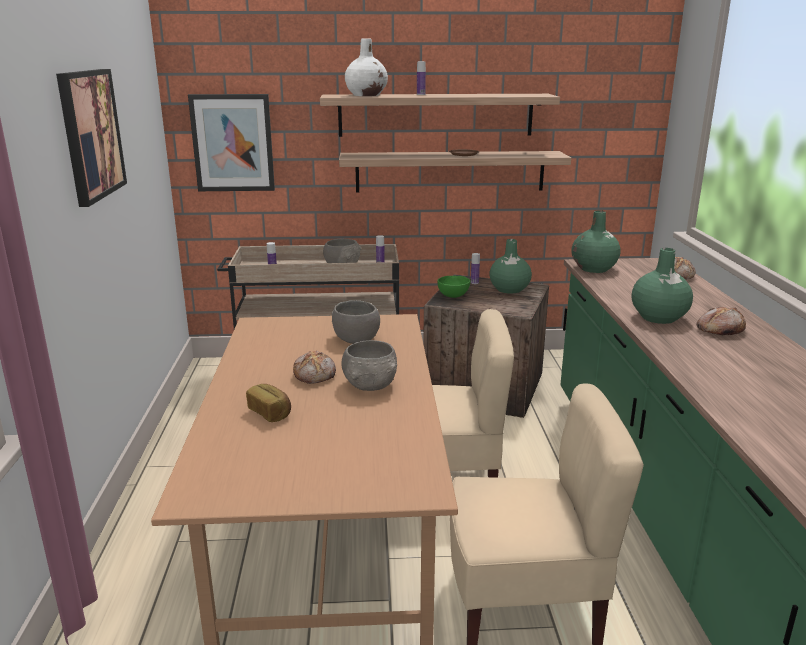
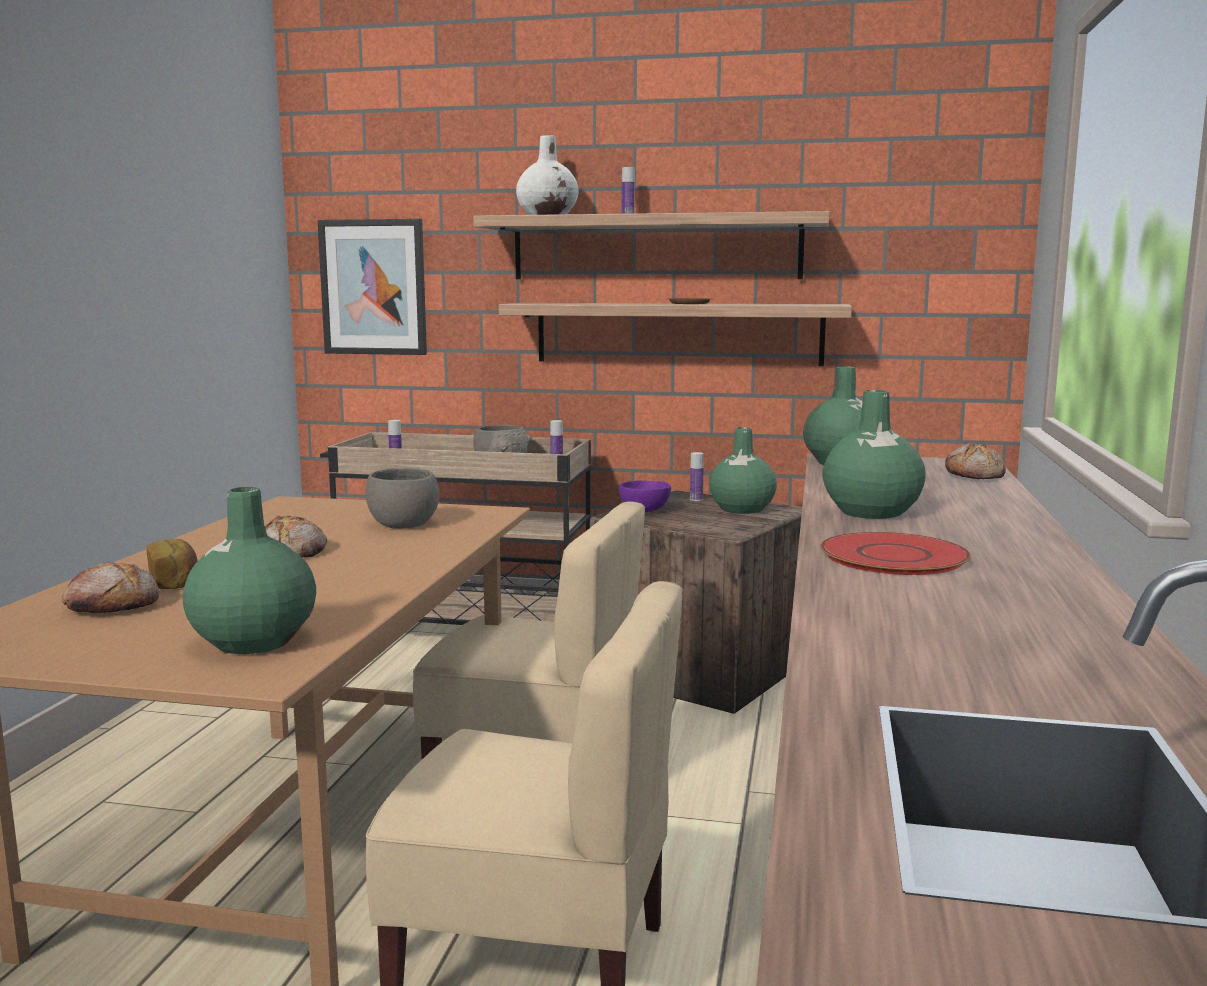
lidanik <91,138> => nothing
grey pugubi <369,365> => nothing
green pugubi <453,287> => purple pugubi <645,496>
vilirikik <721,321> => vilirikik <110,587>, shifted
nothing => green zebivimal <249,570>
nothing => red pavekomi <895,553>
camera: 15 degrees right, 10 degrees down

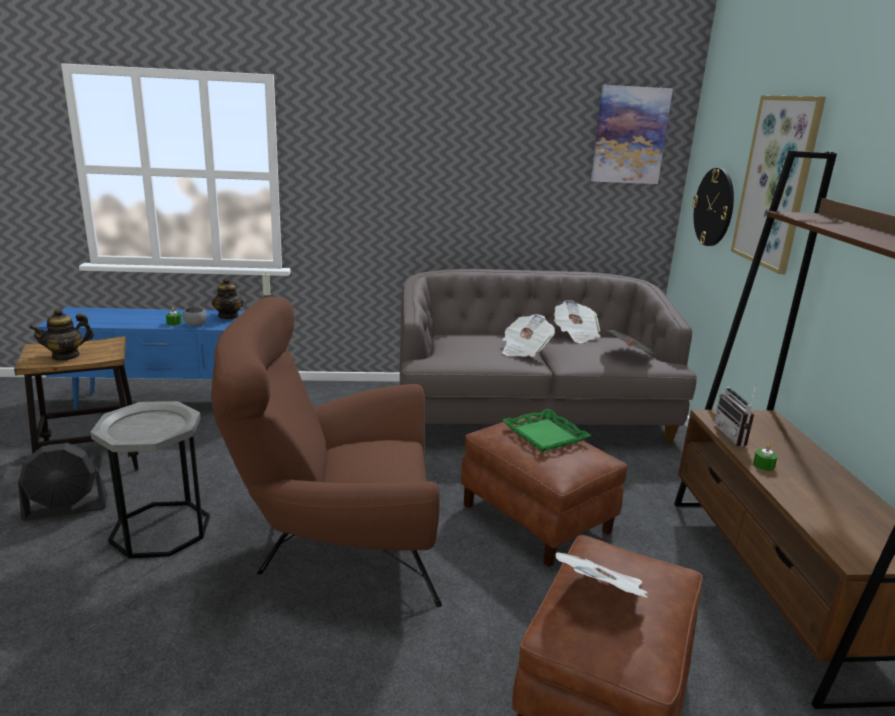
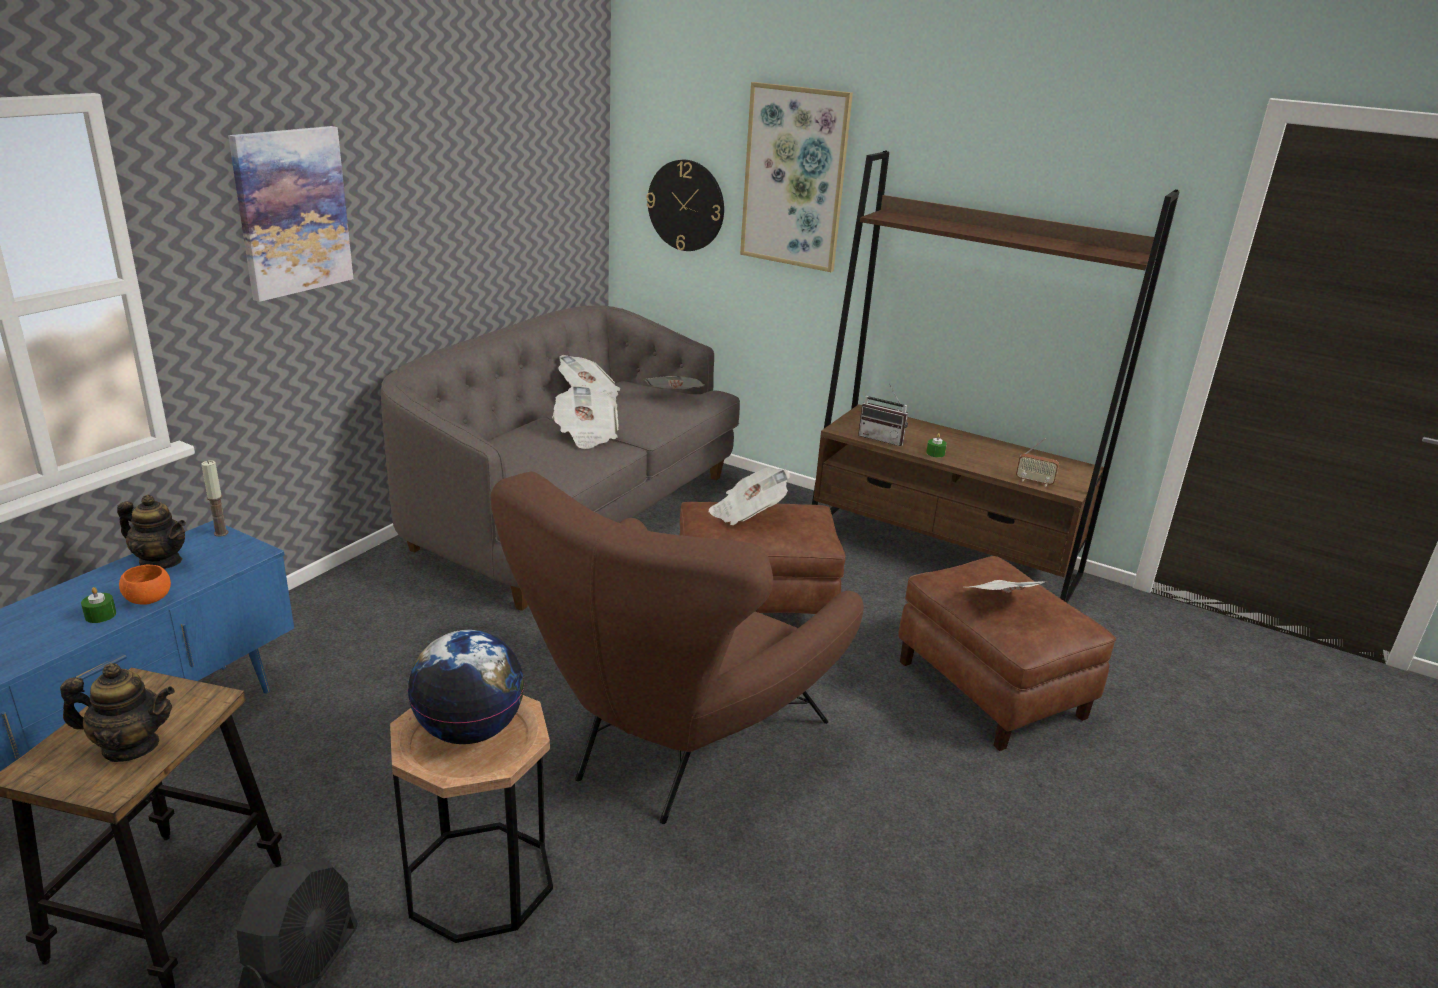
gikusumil <61,334> => gikusumil <117,712>, 90 degrees counterclockwise
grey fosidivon <150,479> => brown fosidivon <471,819>
grey pugubi <194,316> => orange pugubi <145,584>
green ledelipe <547,430> => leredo <750,496>
lidanik <632,134> => lidanik <290,214>, shifted
nothing => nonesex <466,687>
nothing => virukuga <1037,462>
camera: 55 degrees left, 5 degrees up

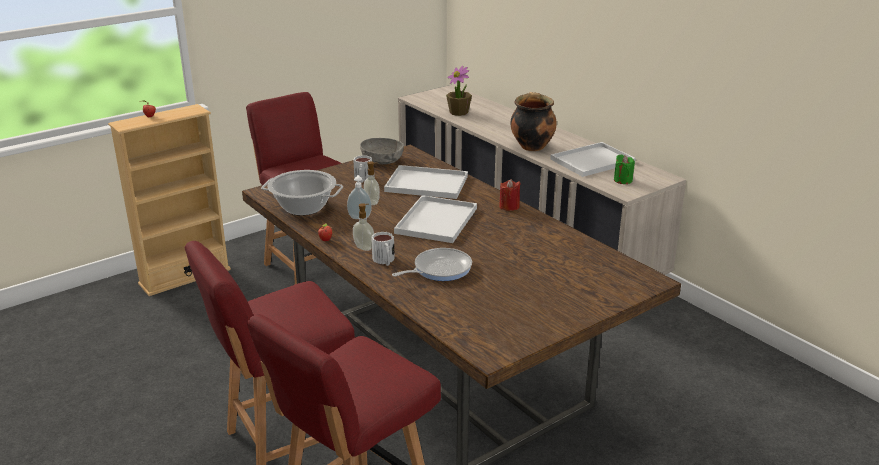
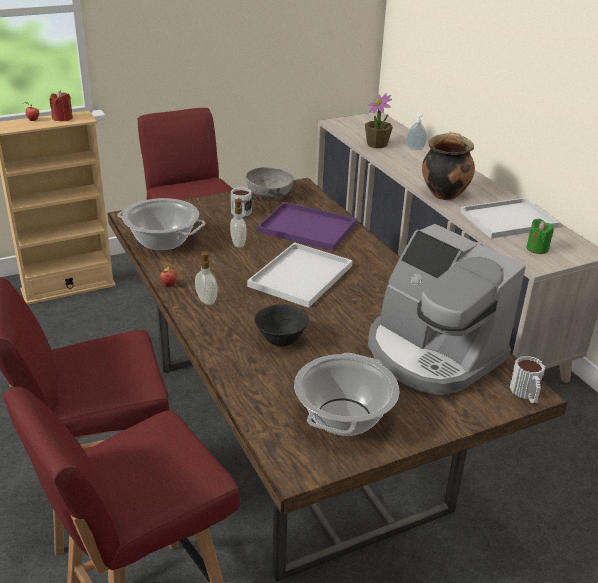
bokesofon <359,197> => bokesofon <416,131>, shifted
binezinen <383,249> => binezinen <527,379>, shifted
white ledelipe <426,182> => purple ledelipe <307,226>
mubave <432,264> => black pugubi <281,325>
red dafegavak <510,195> => red dafegavak <61,106>, shifted
nothing => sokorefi <347,394>
nothing => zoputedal <447,309>
camera: 10 degrees right, 5 degrees up

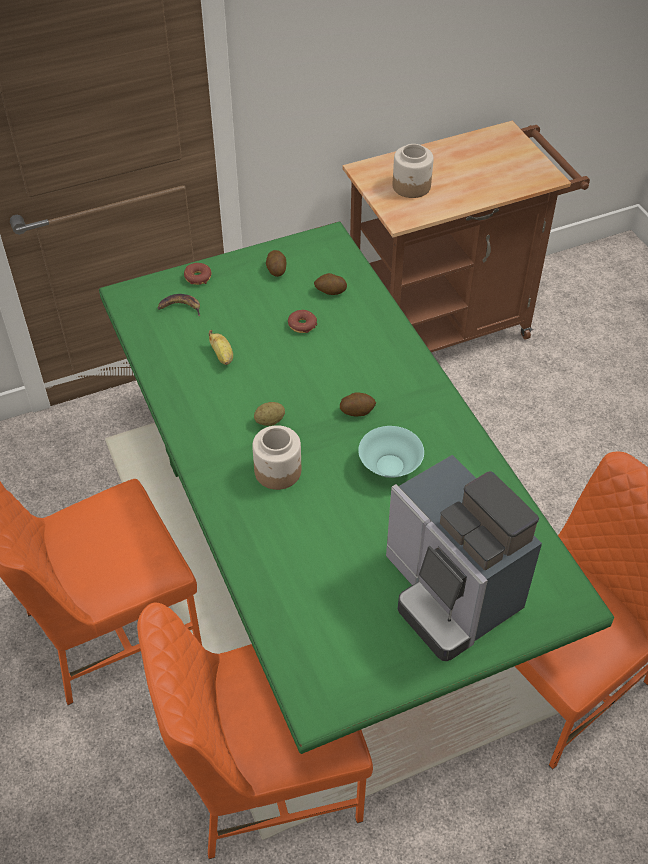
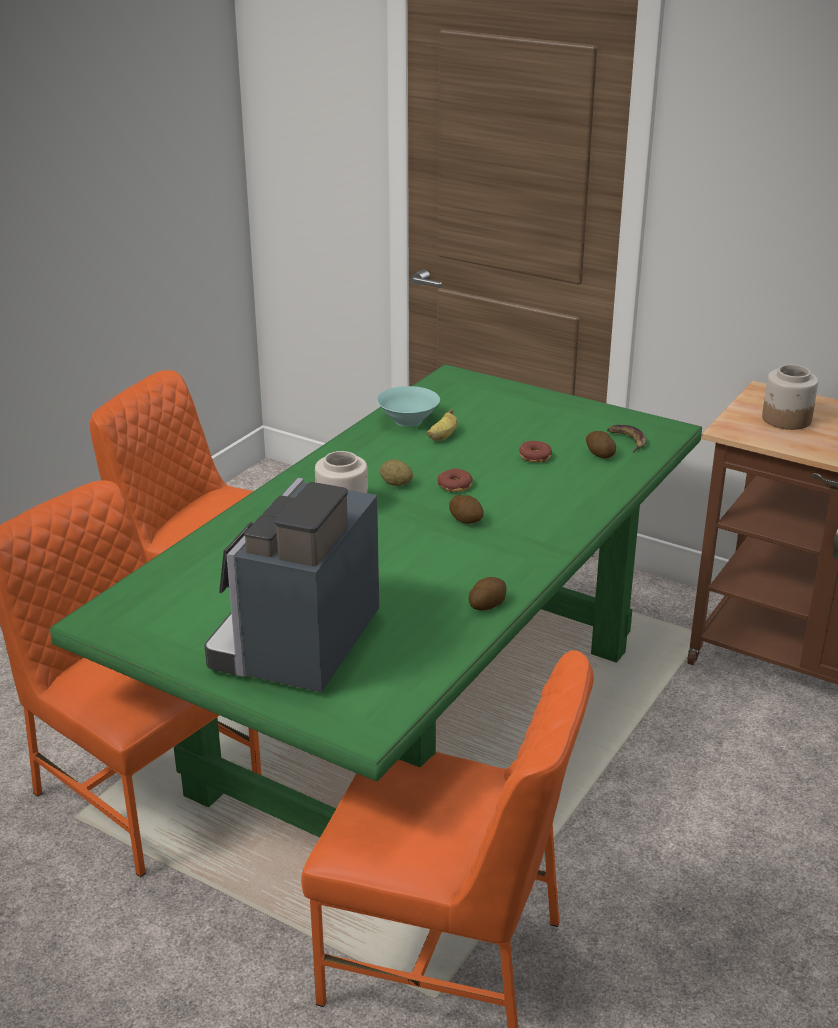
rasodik <179,305> => rasodik <627,439>, shifted
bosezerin <198,274> => bosezerin <455,480>, shifted
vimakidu <276,263> => vimakidu <487,593>, shifted
turquoise pugubi <391,452> => turquoise pugubi <408,406>, shifted
camera: 55 degrees right, 20 degrees down

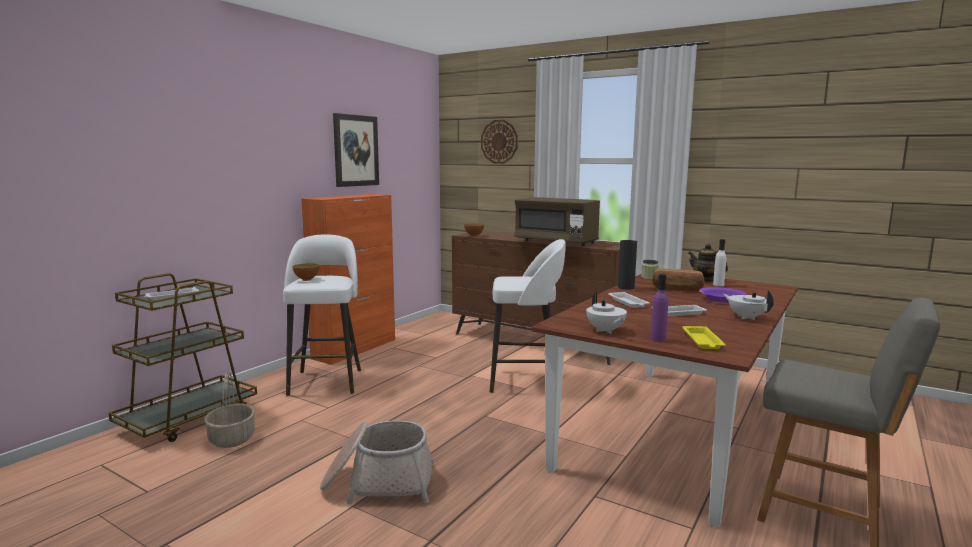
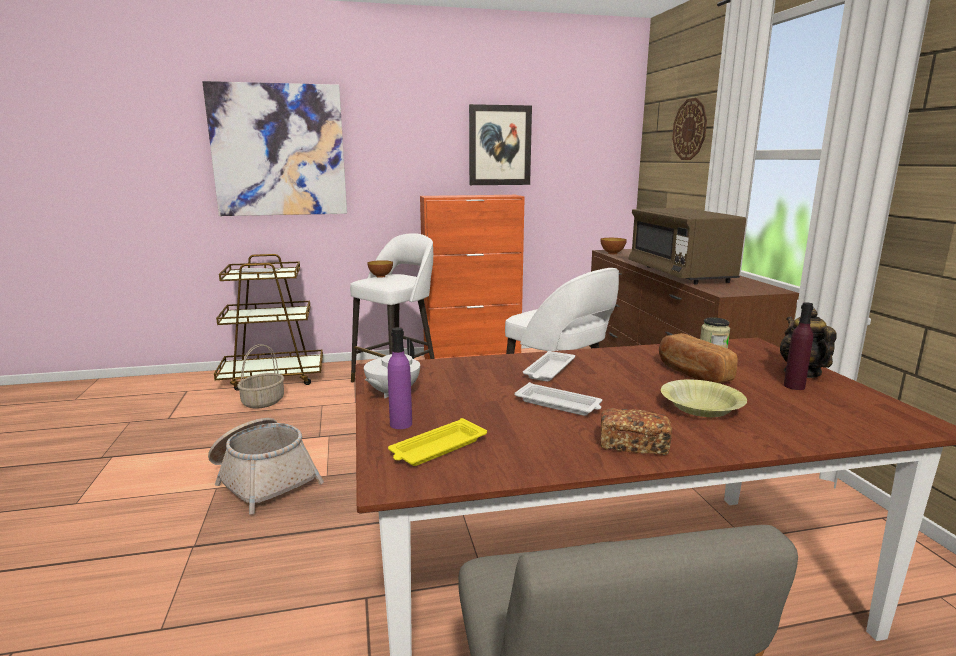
black zebivimal <627,265> => nothing
purple pugubi <723,295> => yellow pugubi <704,398>
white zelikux <719,262> => purple zelikux <799,346>
white gikusumil <748,305> => vilirikik <636,431>
nothing => lidanik <275,148>
camera: 45 degrees right, 5 degrees up

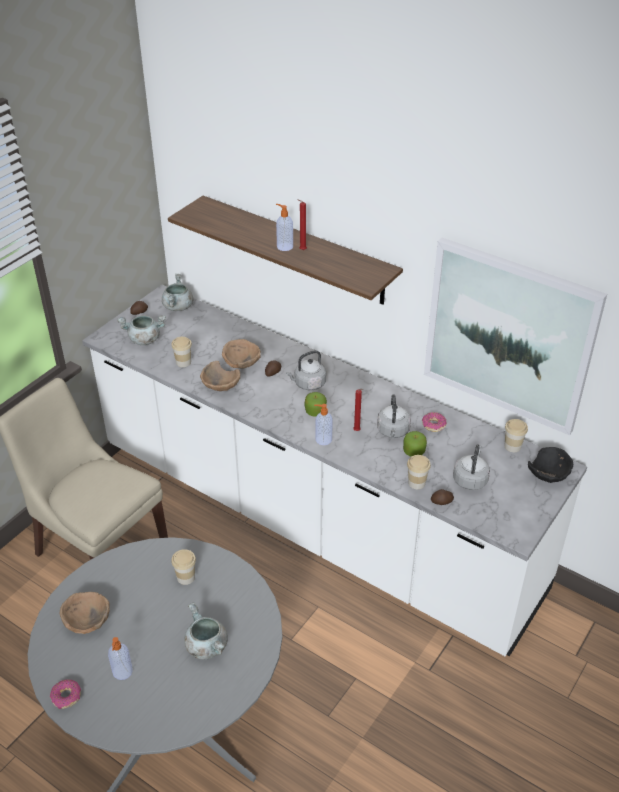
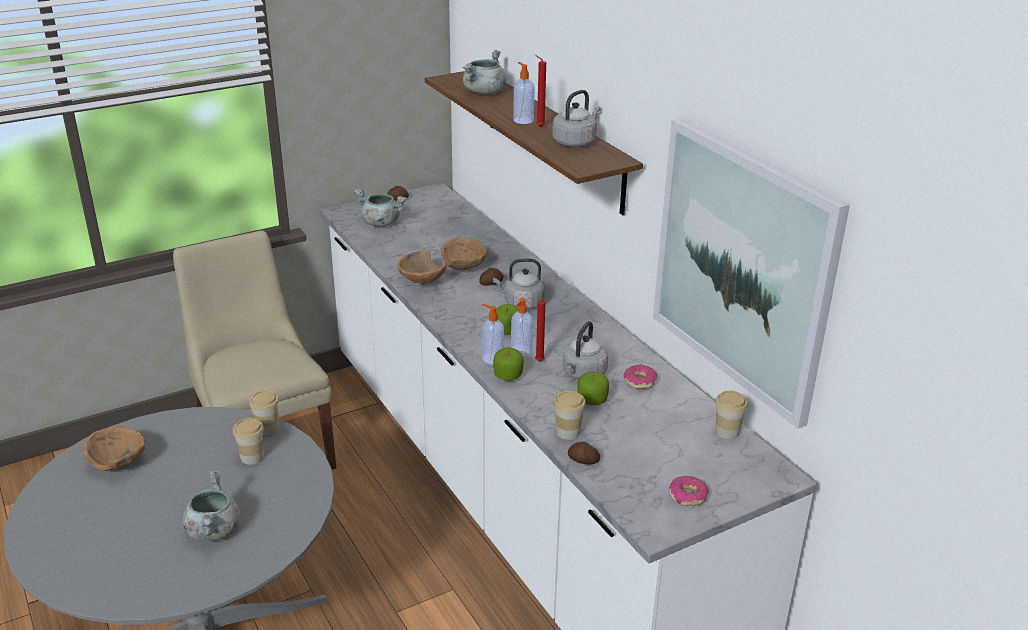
bosezerin <65,694> => bosezerin <689,491>, shifted
bokesofon <120,658> => bokesofon <522,327>, shifted
grey sokorefi <177,292> => grey sokorefi <484,72>, shifted
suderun <181,352> => suderun <264,412>, shifted
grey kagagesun <471,467> => grey kagagesun <576,118>, shifted
black pugubi <550,465> => nothing
nothing => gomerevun <508,364>
camera: 25 degrees right, 10 degrees down

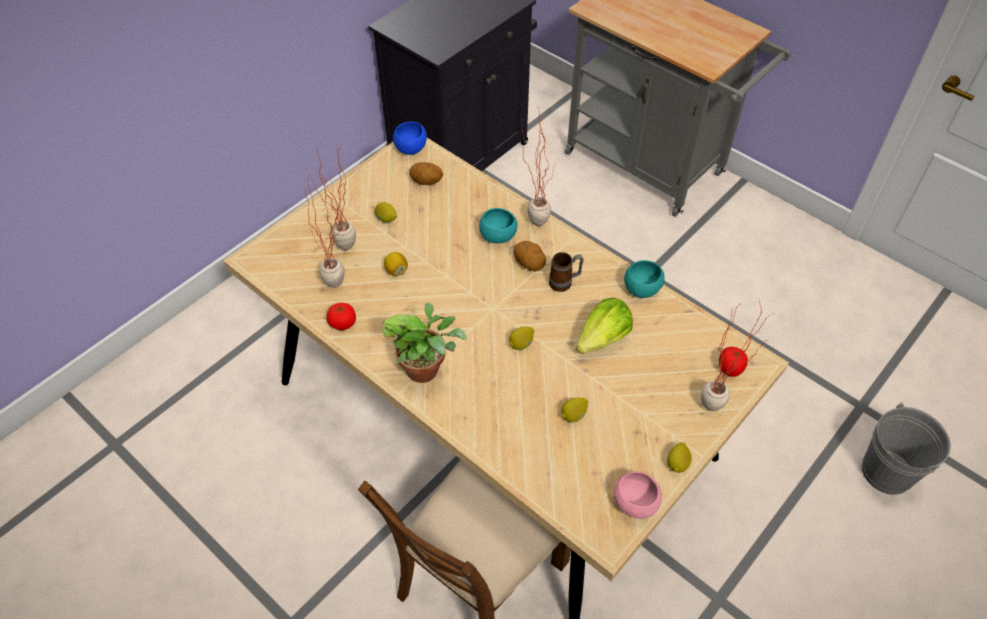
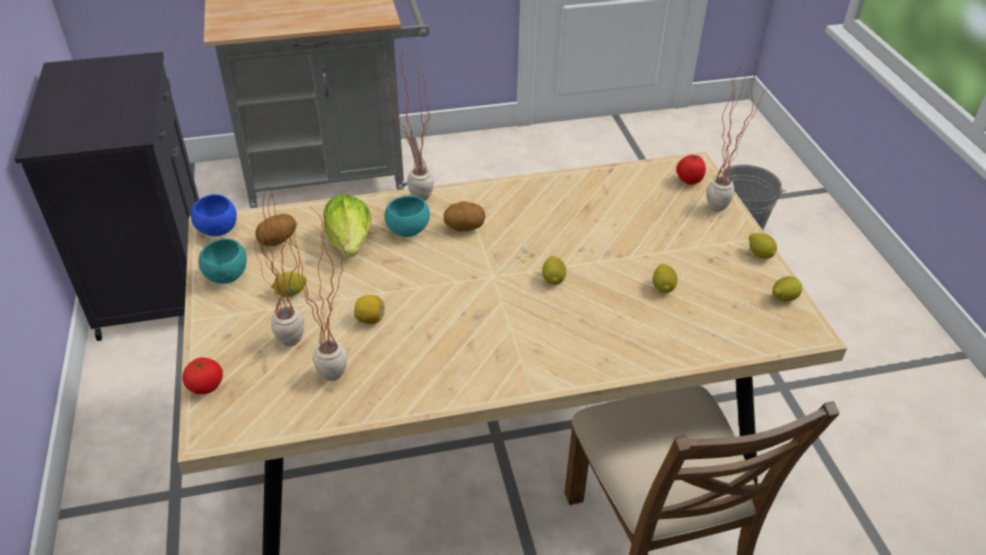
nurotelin <341,316> => nurotelin <202,375>, shifted
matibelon <424,342> => nothing
binezinen <566,272> => nothing
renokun <604,326> => renokun <347,225>, shifted
pink pugubi <638,495> => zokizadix <787,289>
turquoise pugubi <644,279> => turquoise pugubi <222,261>, shifted
camera: 55 degrees left, 10 degrees down

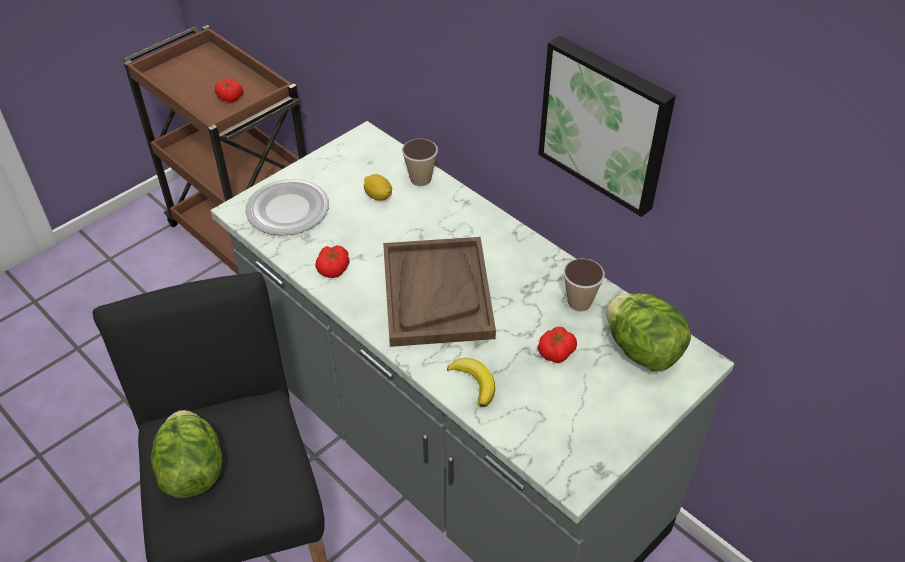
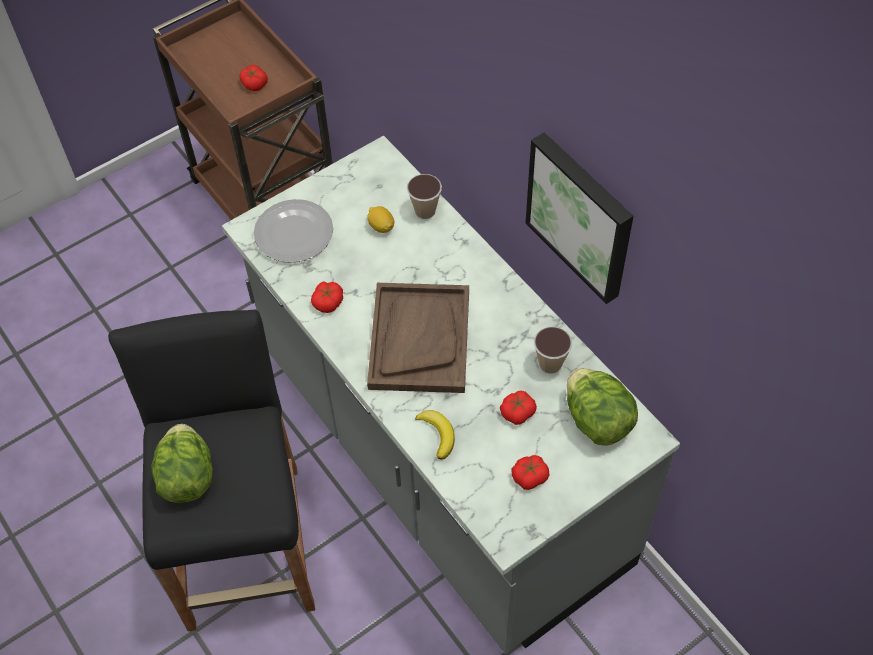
nothing => nurotelin <530,472>
camera: 10 degrees right, 10 degrees up

